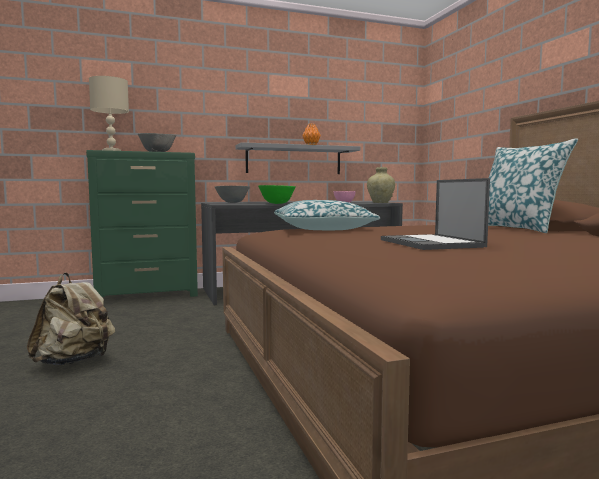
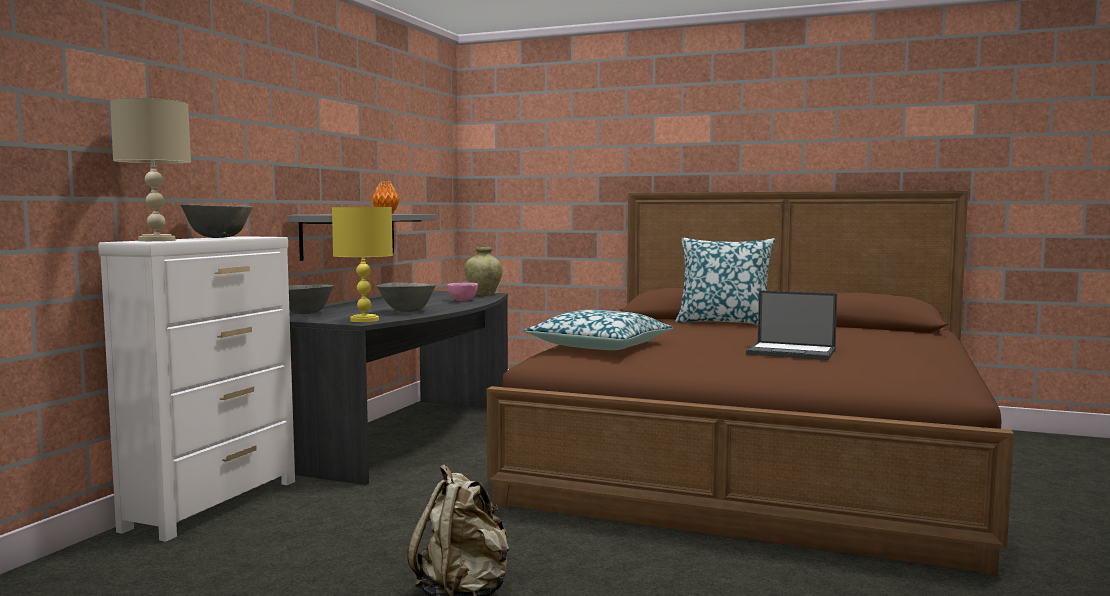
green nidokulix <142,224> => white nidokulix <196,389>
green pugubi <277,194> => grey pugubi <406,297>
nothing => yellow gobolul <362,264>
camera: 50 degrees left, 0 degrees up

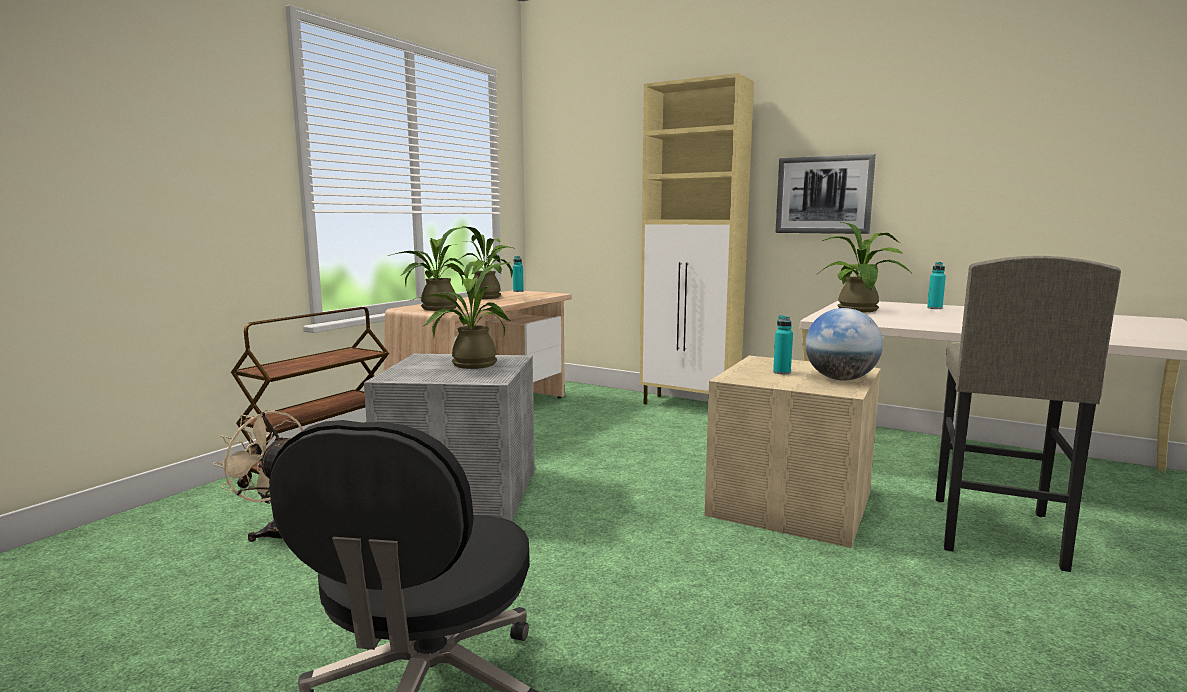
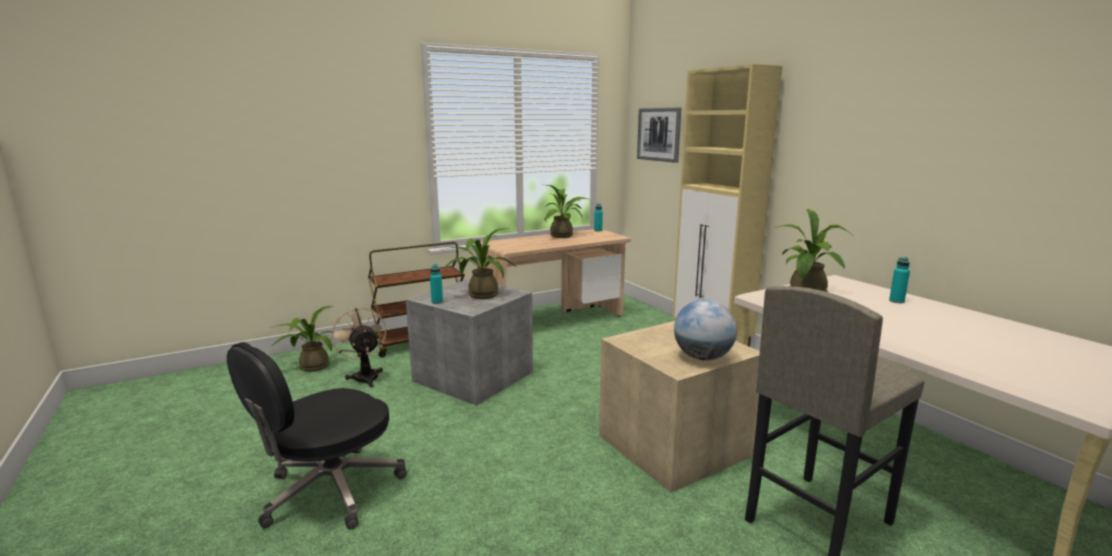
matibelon <427,269> => matibelon <301,339>, shifted
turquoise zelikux <783,344> => turquoise zelikux <436,284>, shifted
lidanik <825,194> => lidanik <659,135>, shifted
camera: 30 degrees right, 5 degrees up

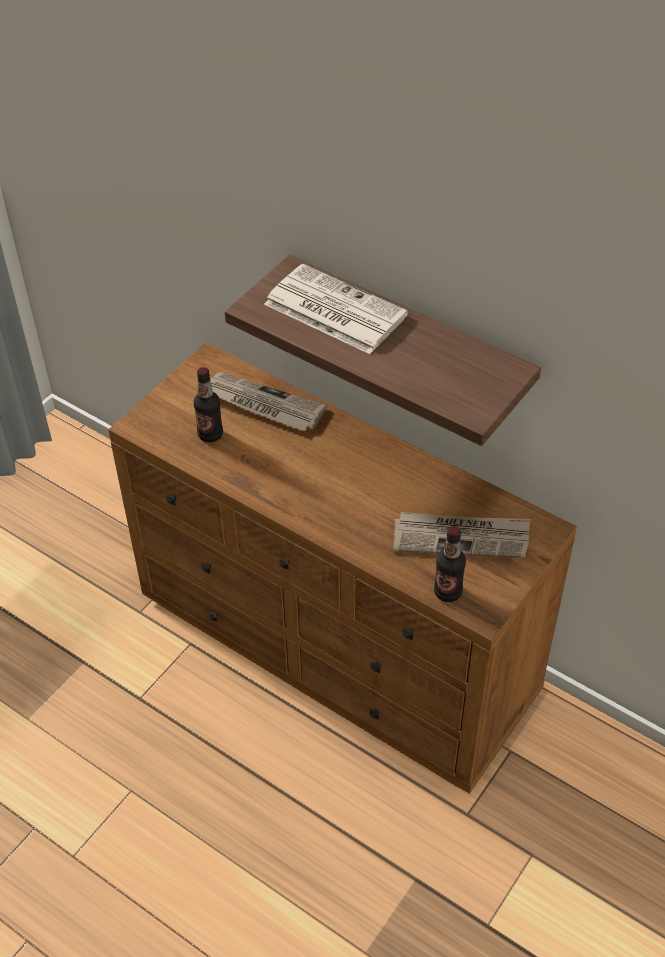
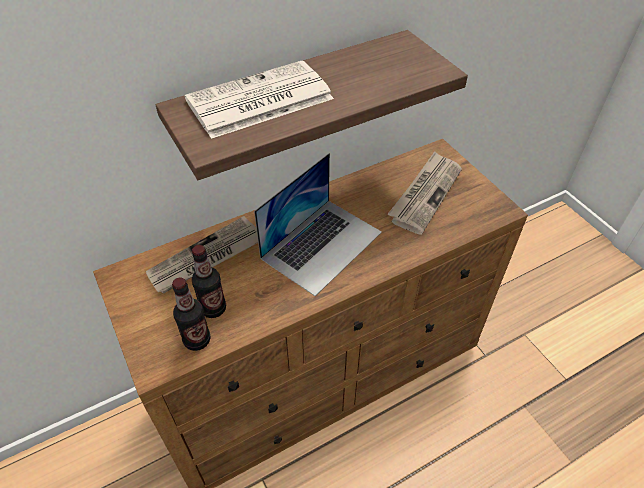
zelikux <450,564> => zelikux <191,314>, shifted
nothing => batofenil <318,224>
camera: 65 degrees left, 0 degrees up

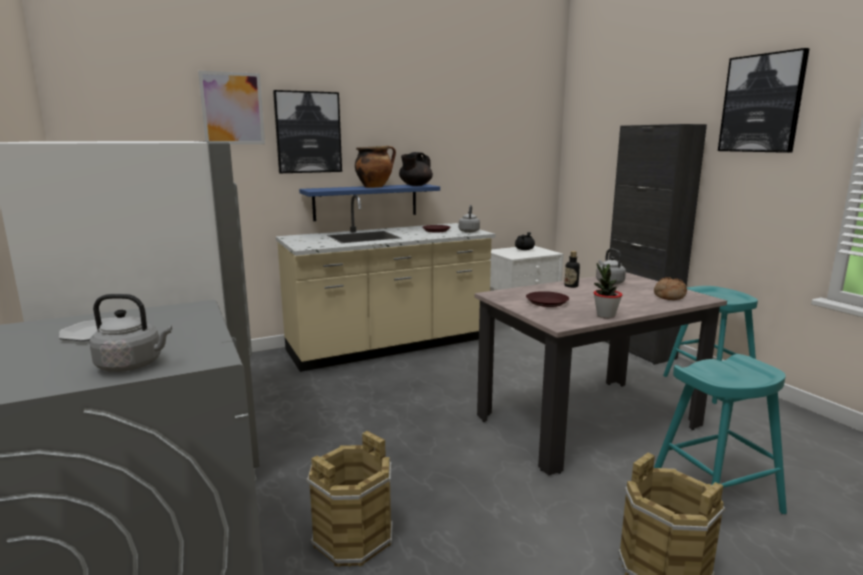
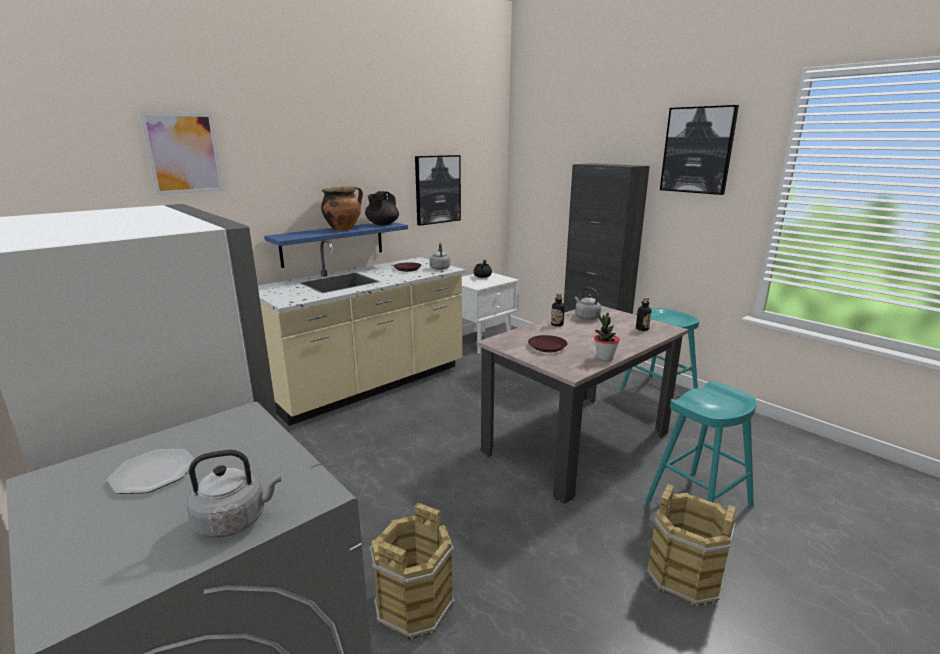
lidanik <307,131> => lidanik <438,190>, shifted
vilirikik <670,288> => zelikux <643,314>
camera: 15 degrees left, 5 degrees up

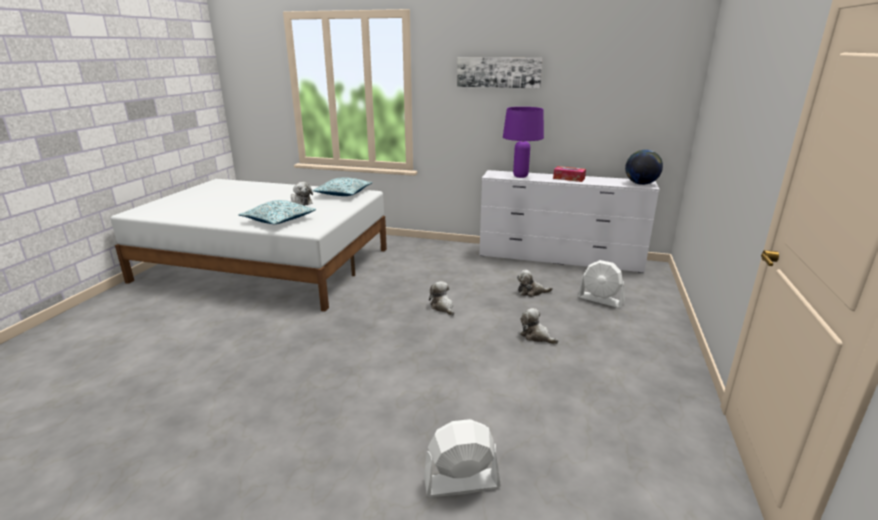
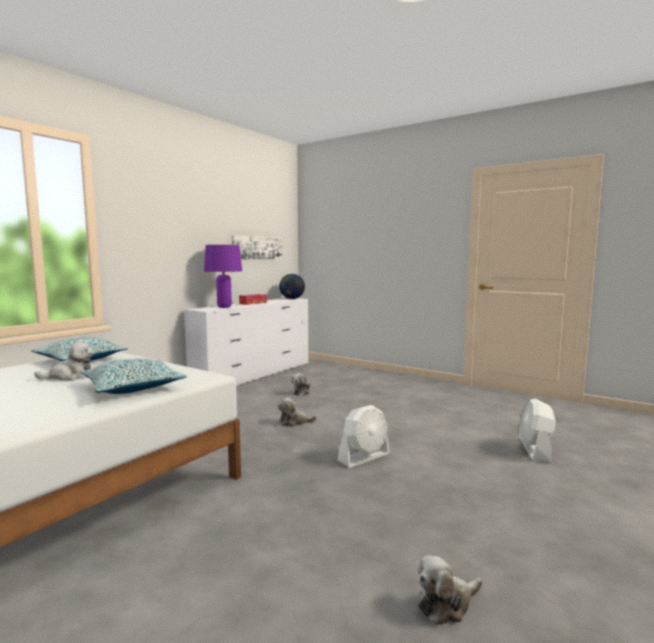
lidanik <500,72> => lidanik <256,247>, shifted
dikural <539,326> => dikural <450,590>, shifted
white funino <601,284> => white funino <364,436>, shifted
camera: 70 degrees left, 15 degrees down

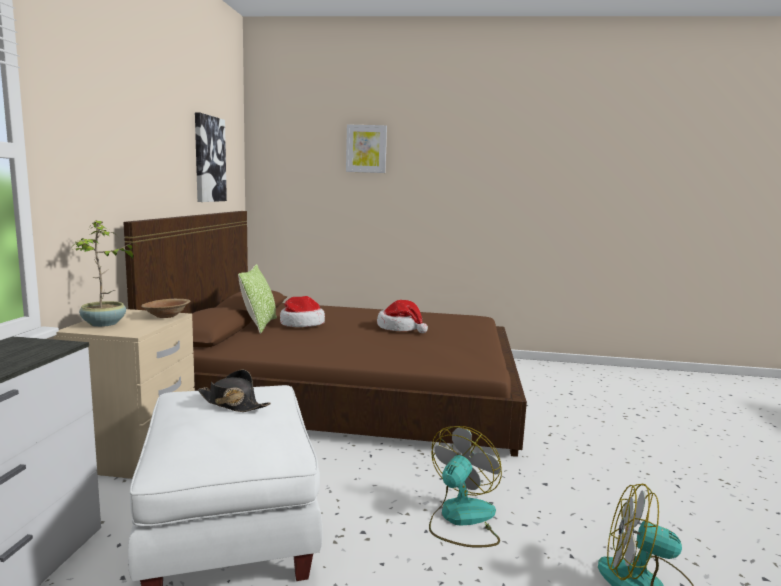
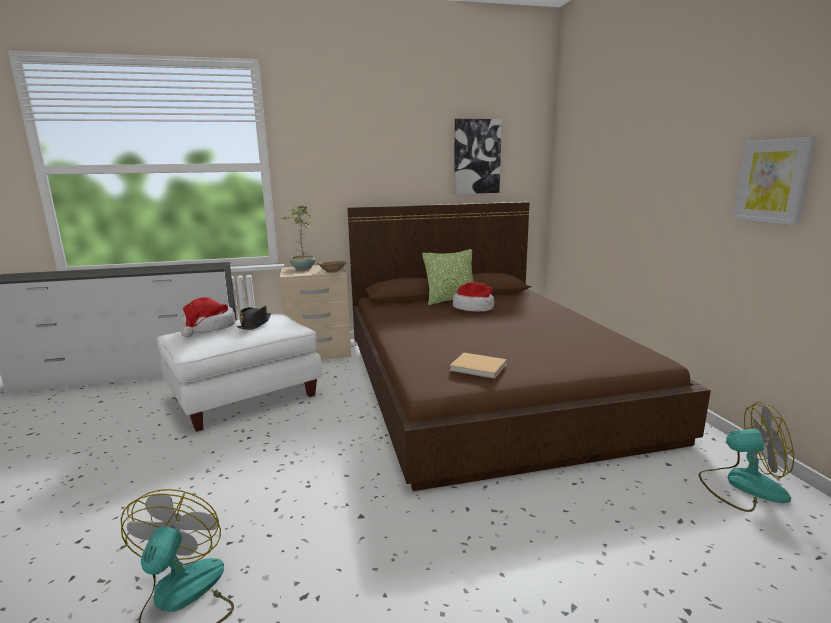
lidanik <366,148> => lidanik <774,181>, shifted
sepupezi <402,316> => sepupezi <208,317>, shifted
funino <465,486> => funino <746,456>, shifted
nothing => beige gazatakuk <478,366>
camera: 70 degrees right, 5 degrees up

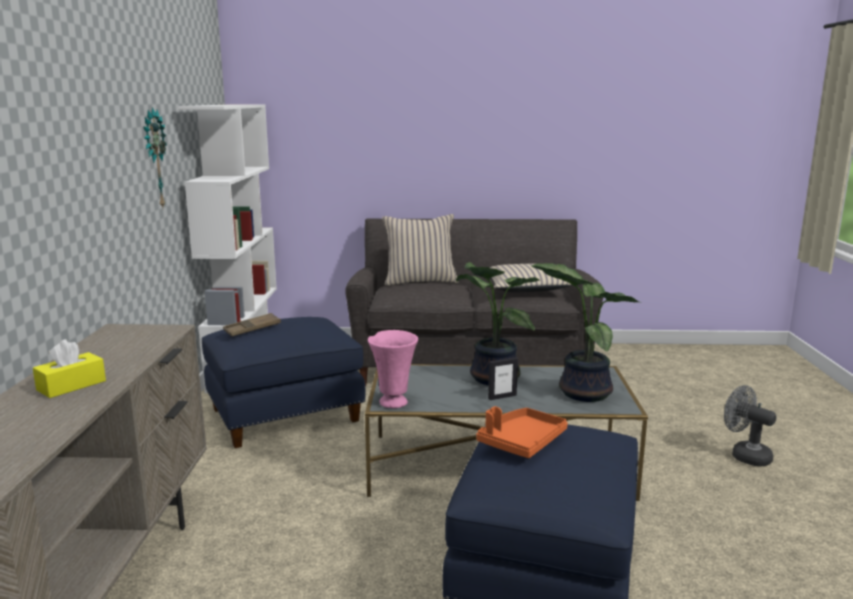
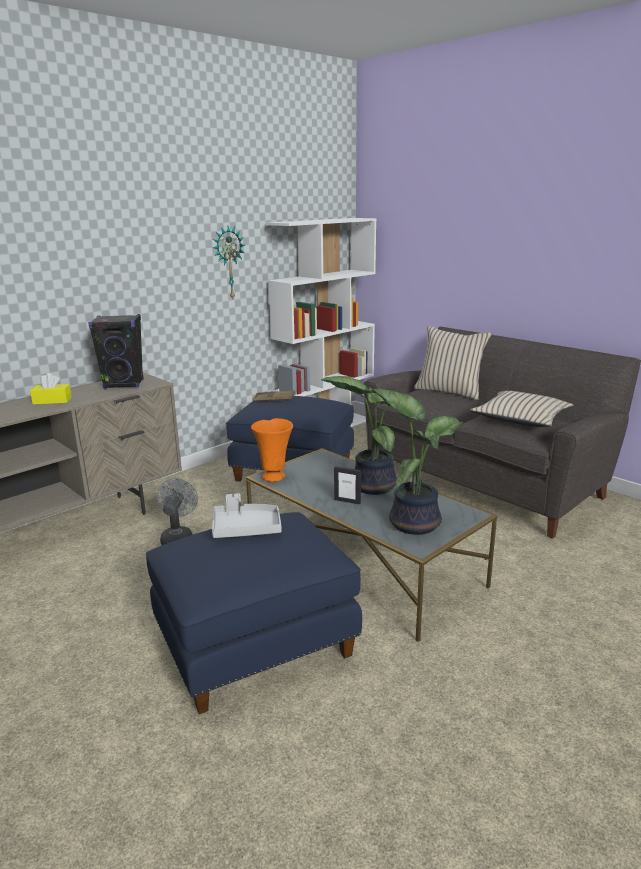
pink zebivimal <393,369> => orange zebivimal <272,450>
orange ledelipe <522,432> => grey ledelipe <247,515>
grey funino <750,425> => grey funino <177,511>, shifted
nothing => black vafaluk <116,351>
camera: 45 degrees right, 5 degrees up

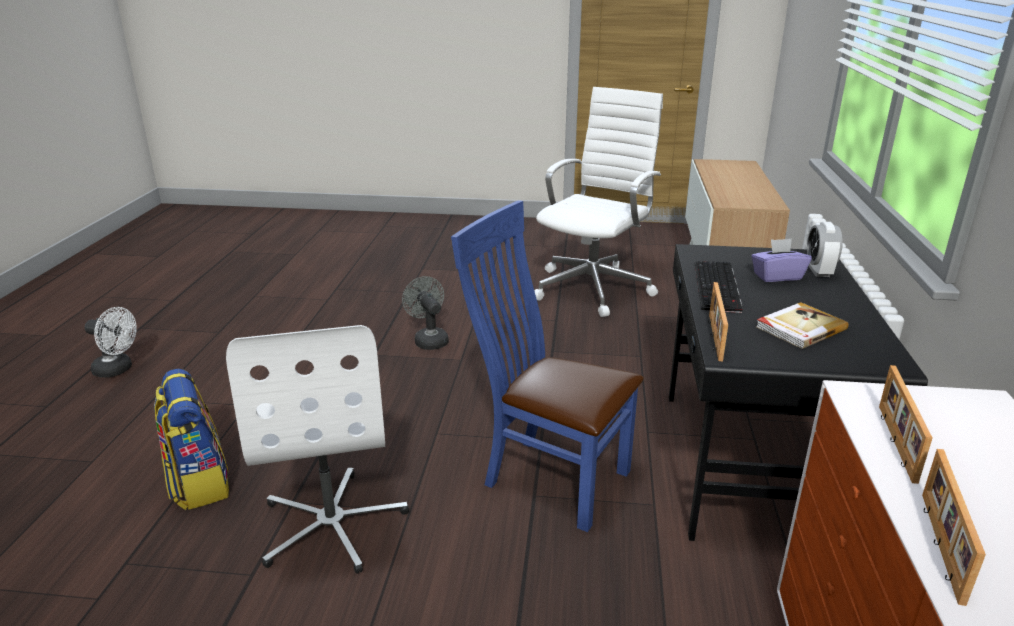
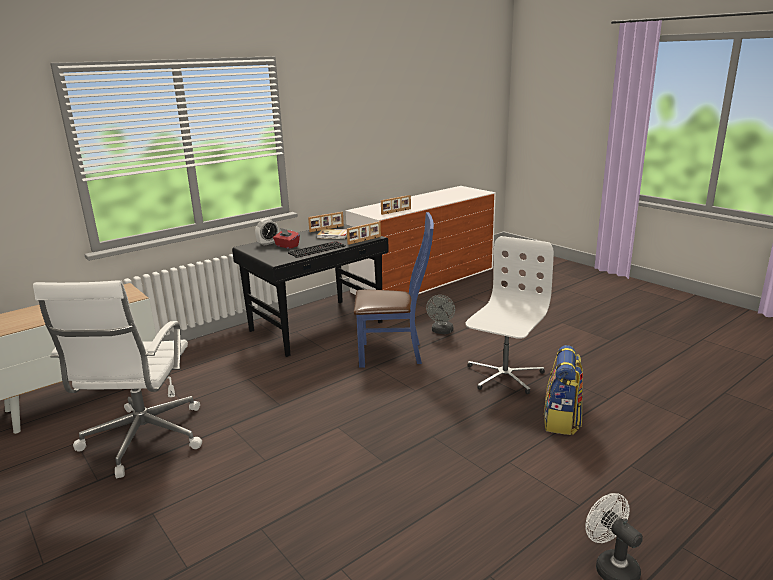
grey funino <425,313> => grey funino <440,314>, shifted
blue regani <547,366> => blue regani <394,290>, 75 degrees counterclockwise
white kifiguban <598,202> => white kifiguban <117,379>, 75 degrees counterclockwise
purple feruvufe <781,260> => red feruvufe <286,238>
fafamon <954,527> => fafamon <326,222>, shifted
camera: 135 degrees left, 5 degrees down

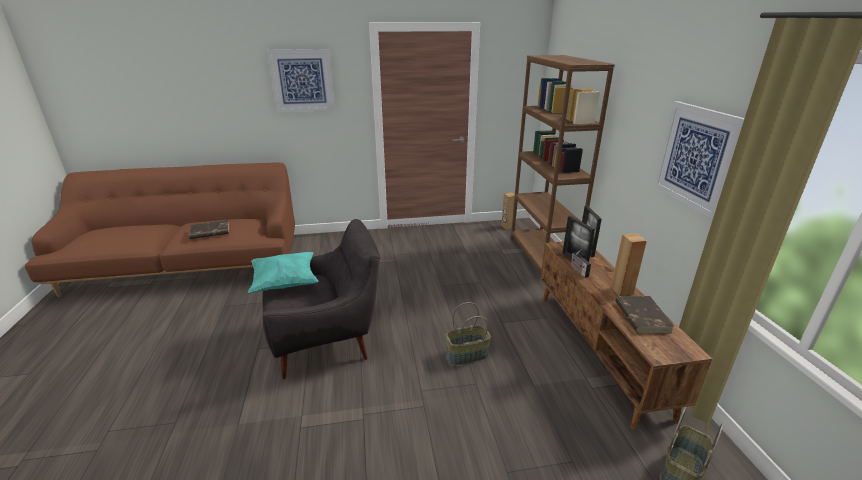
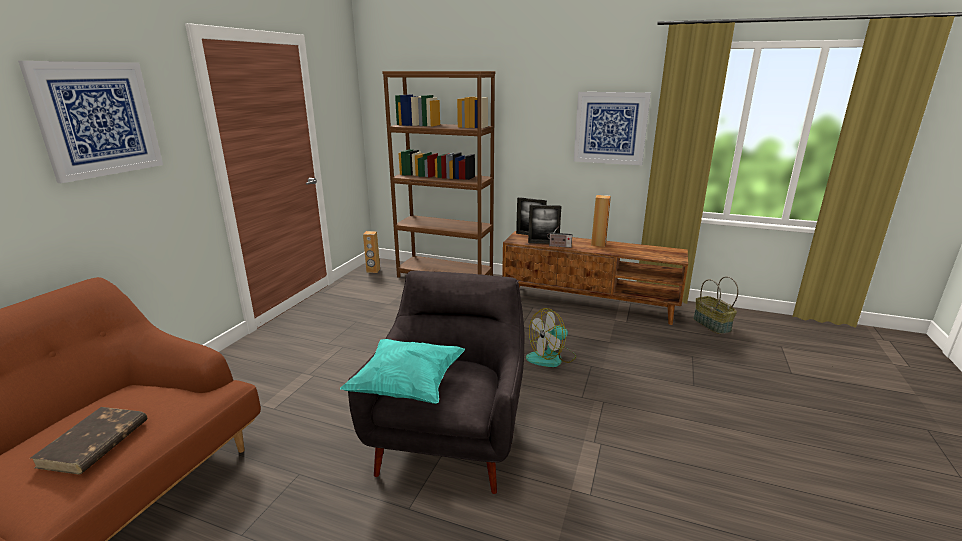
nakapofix <468,333> => funino <551,337>
brown gazatakuk <645,315> => nothing
camera: 60 degrees left, 5 degrees down

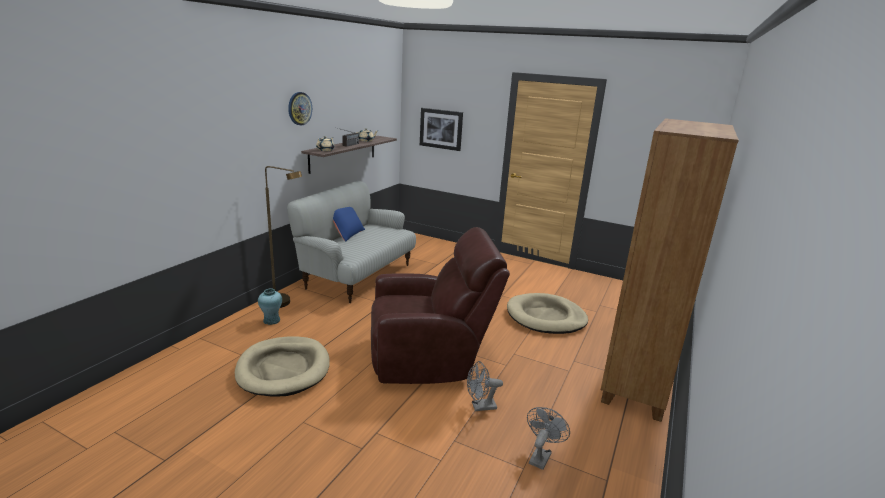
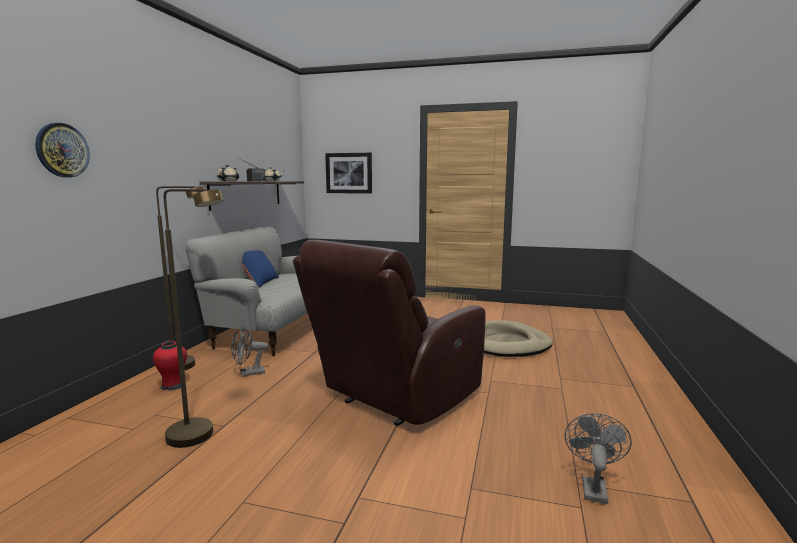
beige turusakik <282,366> => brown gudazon <193,318>
turquoise zebivimal <270,306> => red zebivimal <170,365>
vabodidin <300,108> => vabodidin <62,150>, shifted
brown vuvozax <440,305> => brown vuvozax <389,333>, 150 degrees clockwise
grey funino <485,386> => grey funino <249,351>, shifted
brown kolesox <670,270> => nothing
camera: 10 degrees left, 10 degrees down

